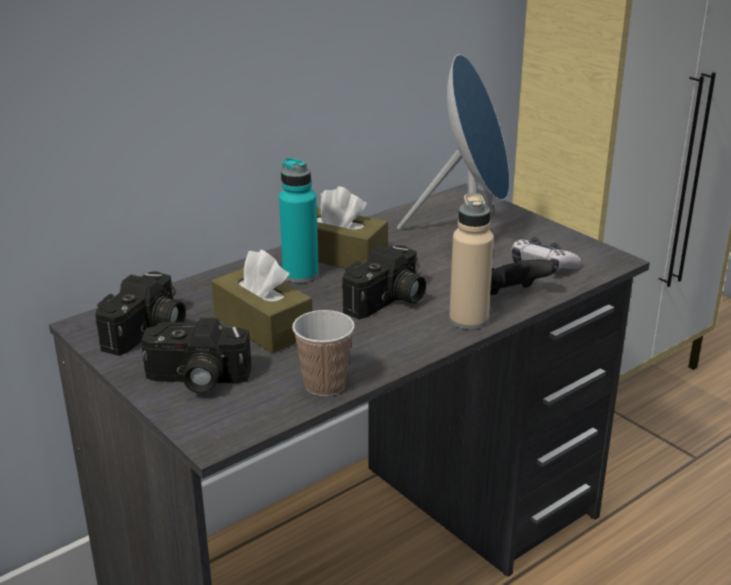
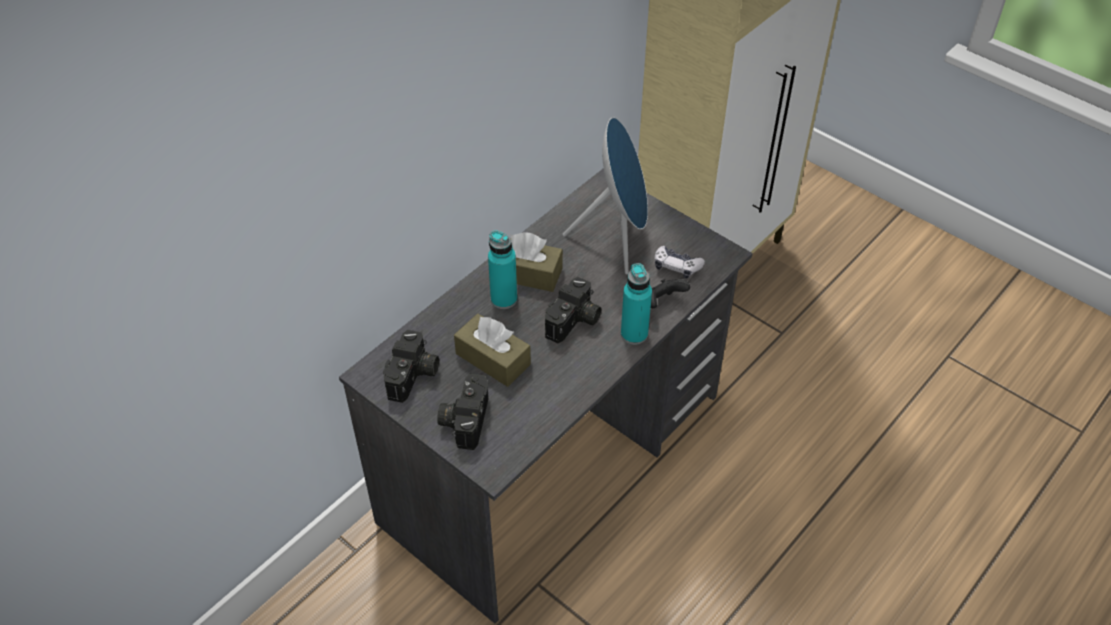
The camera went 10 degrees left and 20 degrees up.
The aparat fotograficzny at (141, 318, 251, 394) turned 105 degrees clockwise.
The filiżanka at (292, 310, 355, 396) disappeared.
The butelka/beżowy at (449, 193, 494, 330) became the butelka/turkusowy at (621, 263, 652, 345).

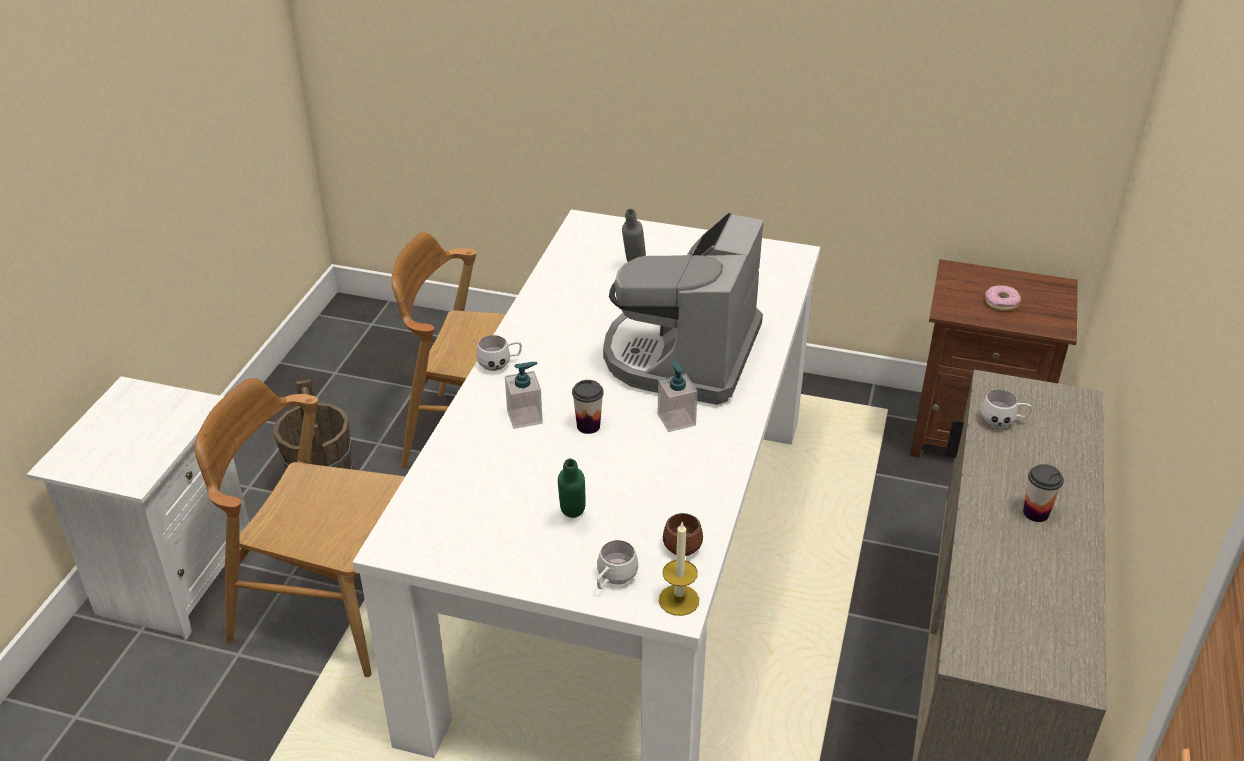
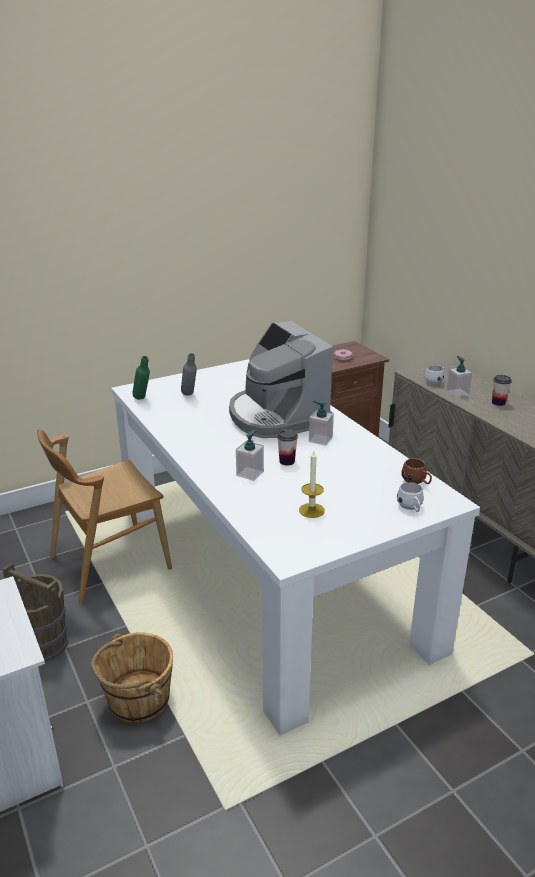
The camera went 45 degrees left and 10 degrees down.
The krzesło/brązowy at (195, 378, 405, 677) was replaced by the wiadro/brązowy at (91, 632, 173, 723).
The kubek/biały at (476, 335, 522, 371) disappeared.
The butelka/zielony moved from (558, 458, 586, 518) to (132, 356, 150, 400).
The świeca moved from (659, 523, 699, 616) to (299, 451, 325, 518).
The dozownik mydła at (446, 356, 473, 397) appeared.

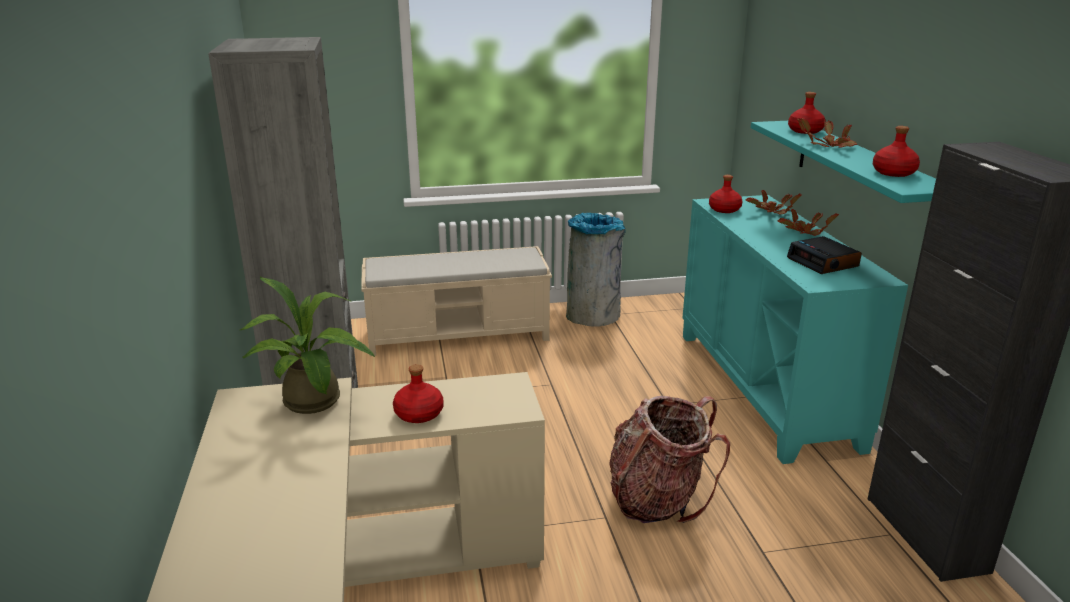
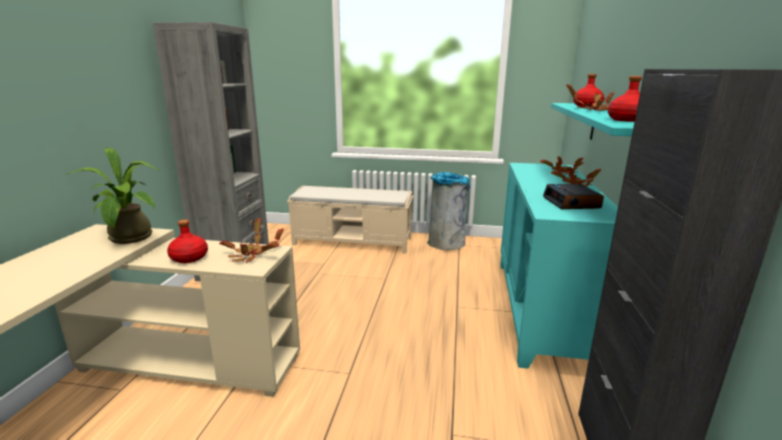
The camera went 20 degrees right and 5 degrees down.
The plecak at (609, 396, 730, 523) disappeared.
The butelka/czerwony at (709, 175, 742, 213) disappeared.
The roślina doniczkowa at (219, 218, 284, 263) appeared.

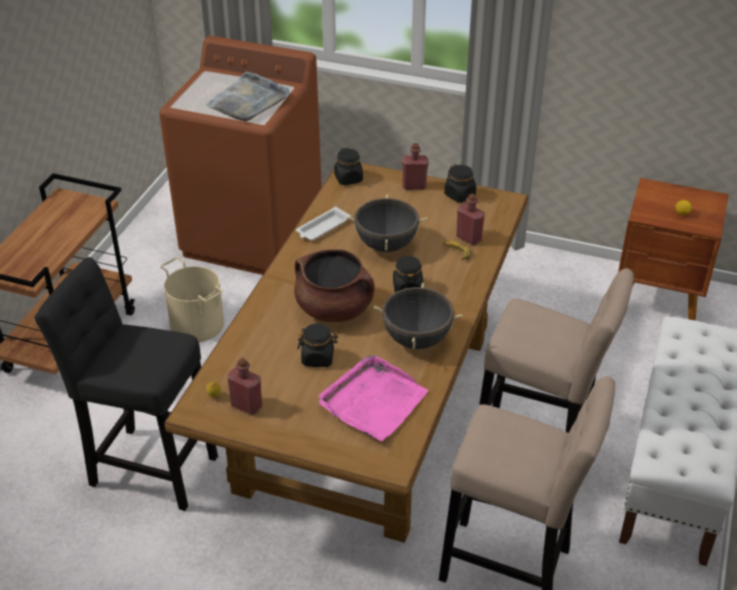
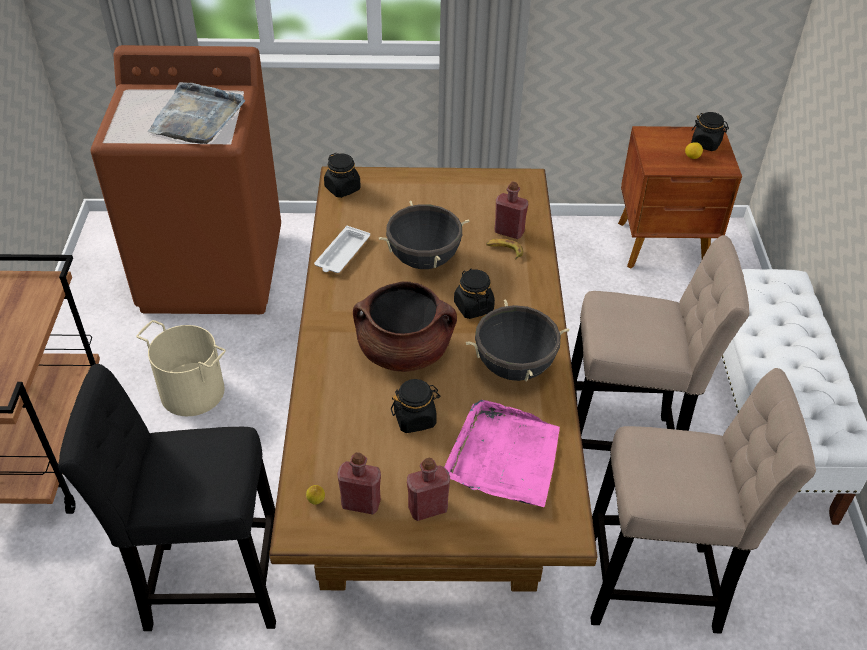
The camera went 20 degrees left and 5 degrees up.
The butelka/czerwony moved from (402, 143, 429, 190) to (407, 458, 450, 521).
The słoik/czarny moved from (444, 164, 476, 203) to (691, 112, 729, 151).

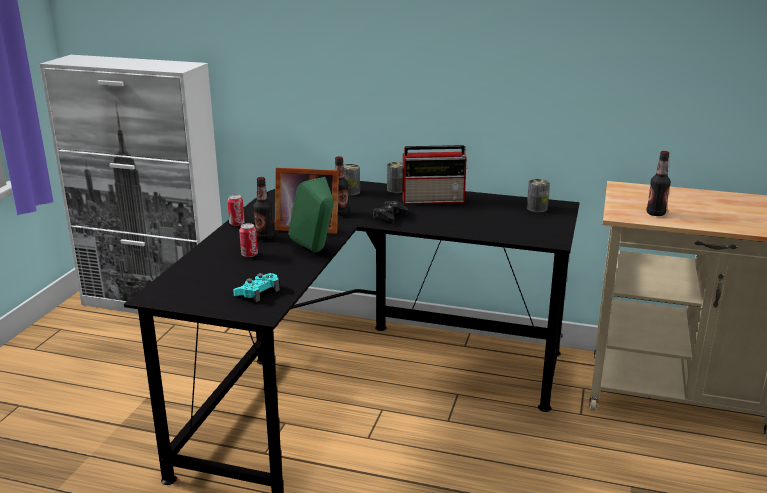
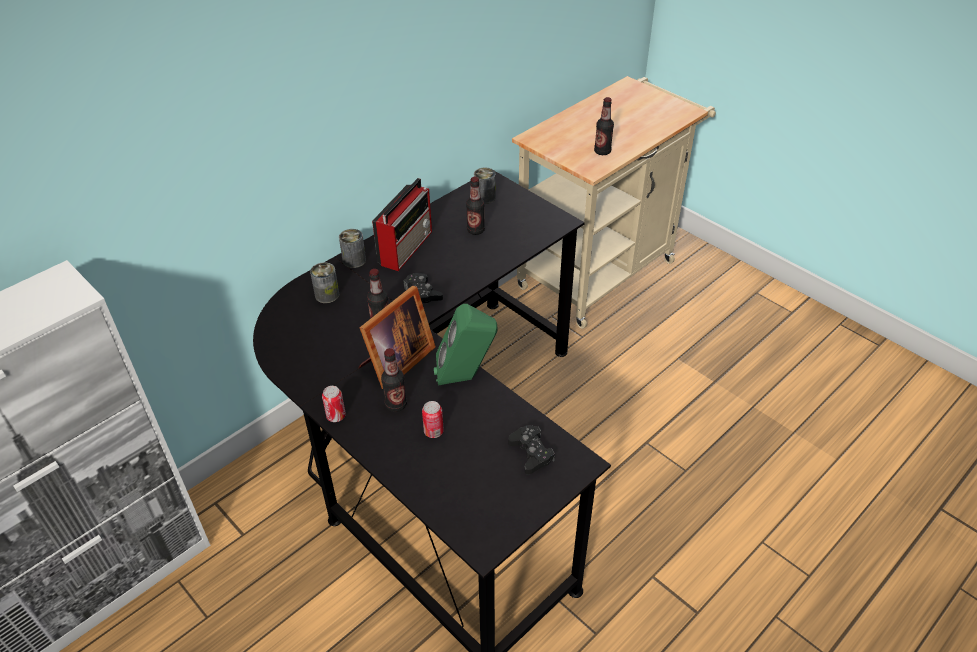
The camera went 60 degrees left and 20 degrees up.
The pad do gier/turkusowy at (233, 273, 280, 302) became the pad do gier/czarny at (508, 425, 555, 474).
The butelka at (466, 177, 485, 235) appeared.

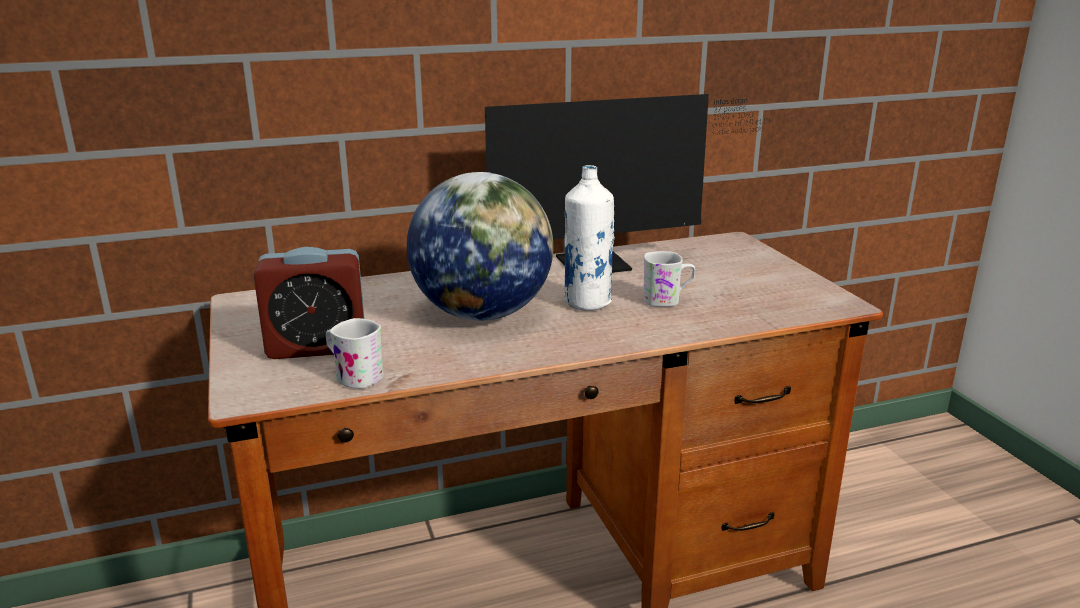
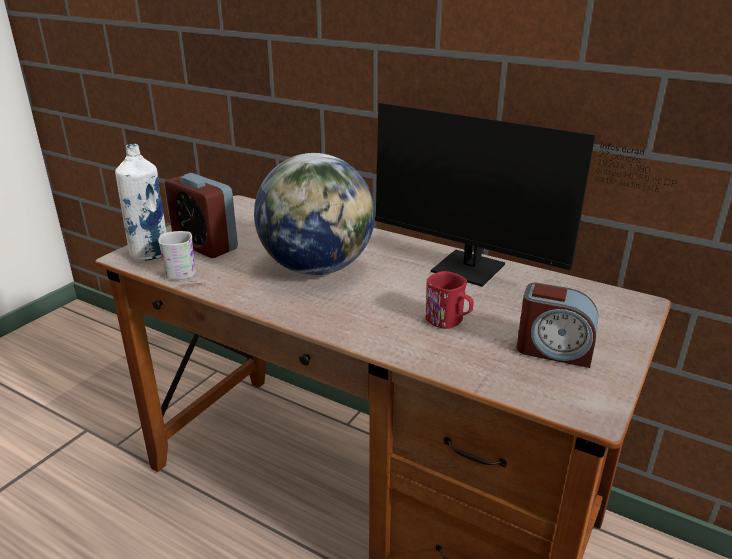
The camera went 50 degrees right and 5 degrees up.
The butelka/biały moved from (565, 165, 615, 311) to (115, 144, 166, 261).
The kubek/biały at (643, 251, 695, 307) became the kubek/czerwony at (426, 271, 474, 329).
The budzik at (517, 283, 598, 368) appeared.

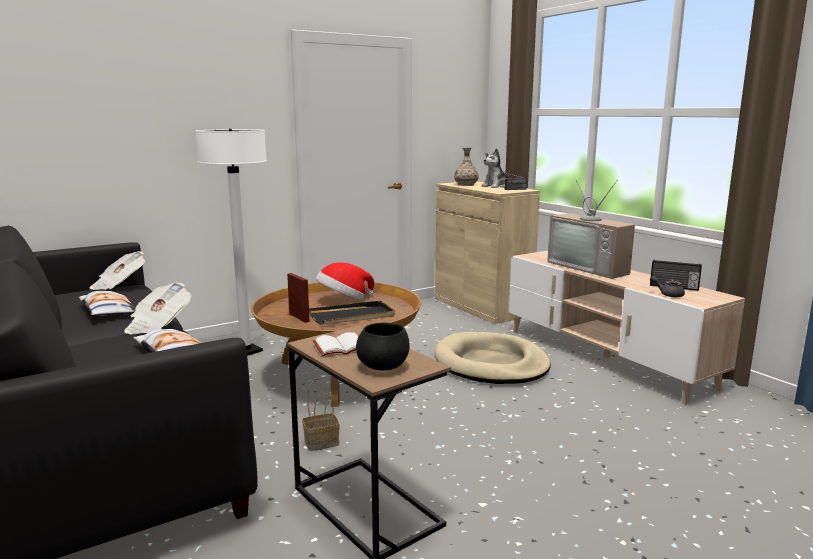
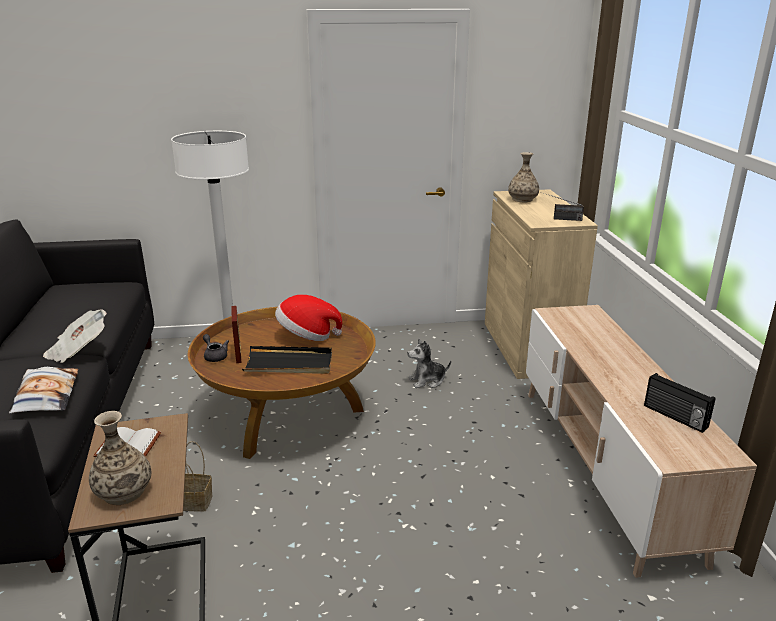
The camera went 25 degrees right and 10 degrees up.
The poduszka at (79, 291, 136, 316) disappeared.
The gazeta at (90, 251, 145, 290) disappeared.
The miska/czarny at (356, 323, 410, 370) was replaced by the wazon at (89, 411, 151, 505).
The legowisko/beżowy at (434, 332, 551, 384) disappeared.
The pluszak moved from (482, 149, 509, 188) to (407, 339, 451, 388).
The telewizor at (548, 176, 635, 279) disappeared.
The imbryk/szary moved from (650, 276, 685, 297) to (203, 334, 229, 362).

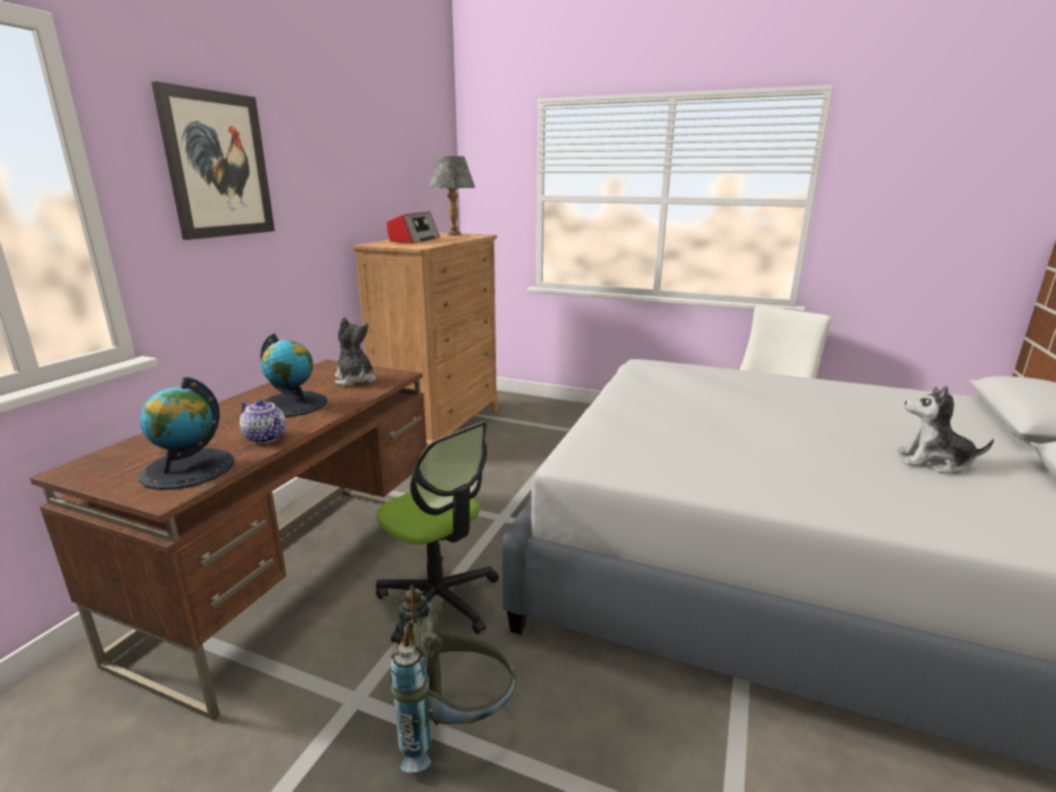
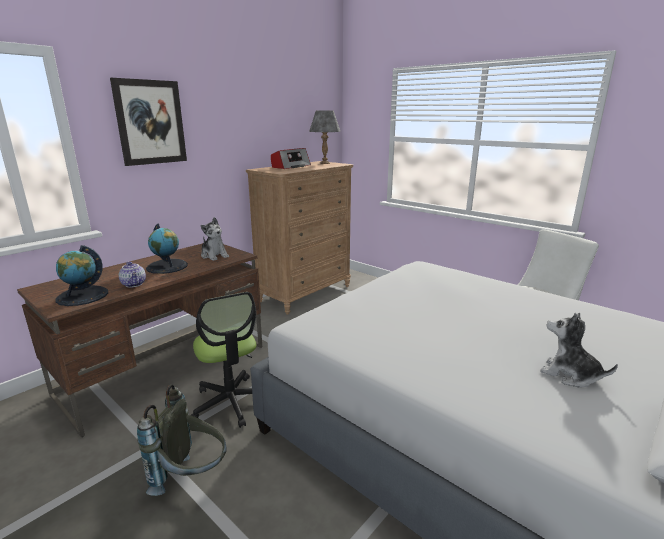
The camera went 20 degrees right and 0 degrees up.
The pluszak at (335, 317, 376, 386) turned 150 degrees clockwise.

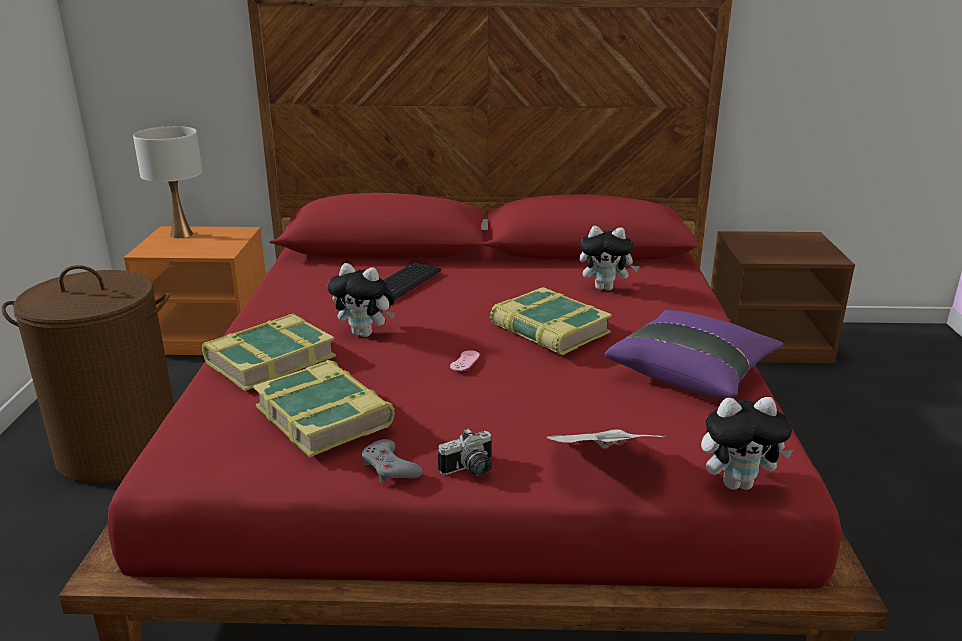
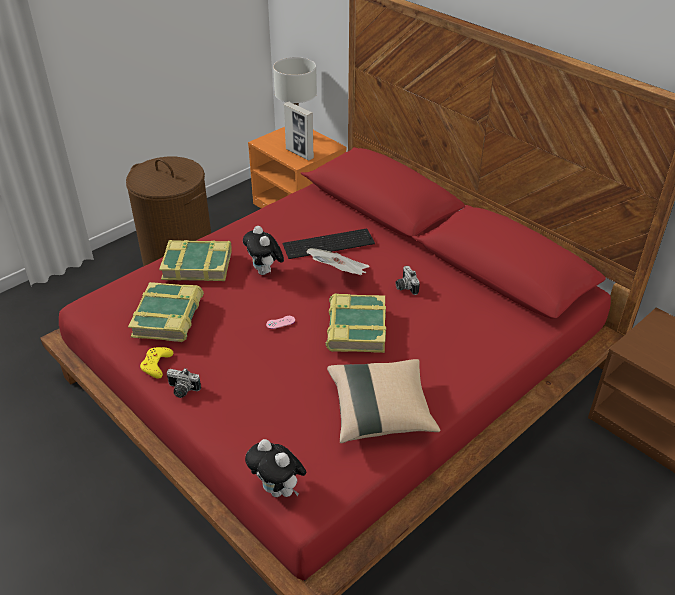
The camera went 45 degrees right and 15 degrees up.
The pad do gier/szary at (362, 439, 423, 482) became the pad do gier/żółty at (140, 347, 173, 379).
The gazeta moved from (547, 429, 664, 449) to (307, 248, 369, 275).
The pluszak at (579, 226, 640, 291) disappeared.
The poduszka/fioletowy at (605, 310, 783, 398) became the poduszka/beżowy at (327, 359, 440, 443).
The ramka na zdjęcie at (284, 102, 314, 160) appeared.
The aparat fotograficzny at (396, 266, 420, 295) appeared.

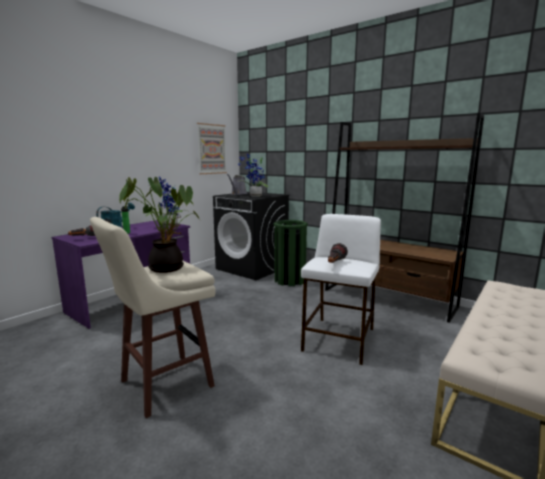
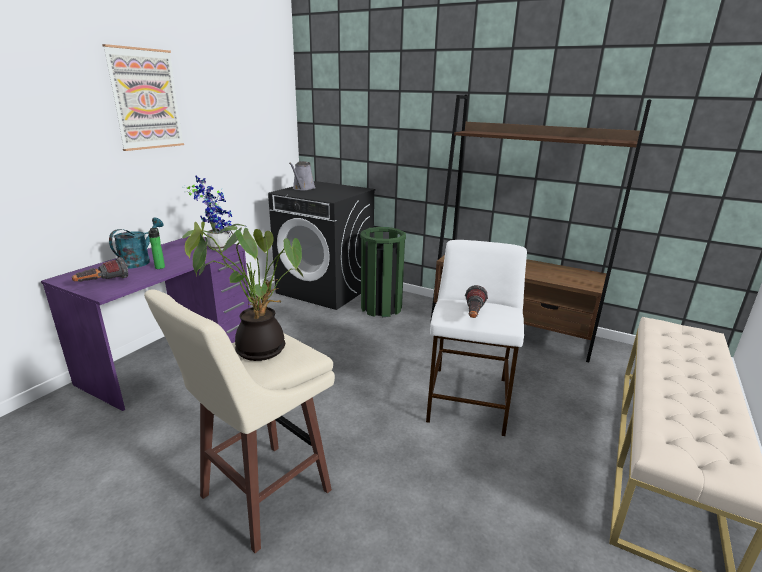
The camera went 10 degrees left and 10 degrees up.
The obraz moved from (197, 123, 227, 174) to (102, 44, 184, 151).
The roślina doniczkowa at (238, 154, 269, 197) disappeared.

